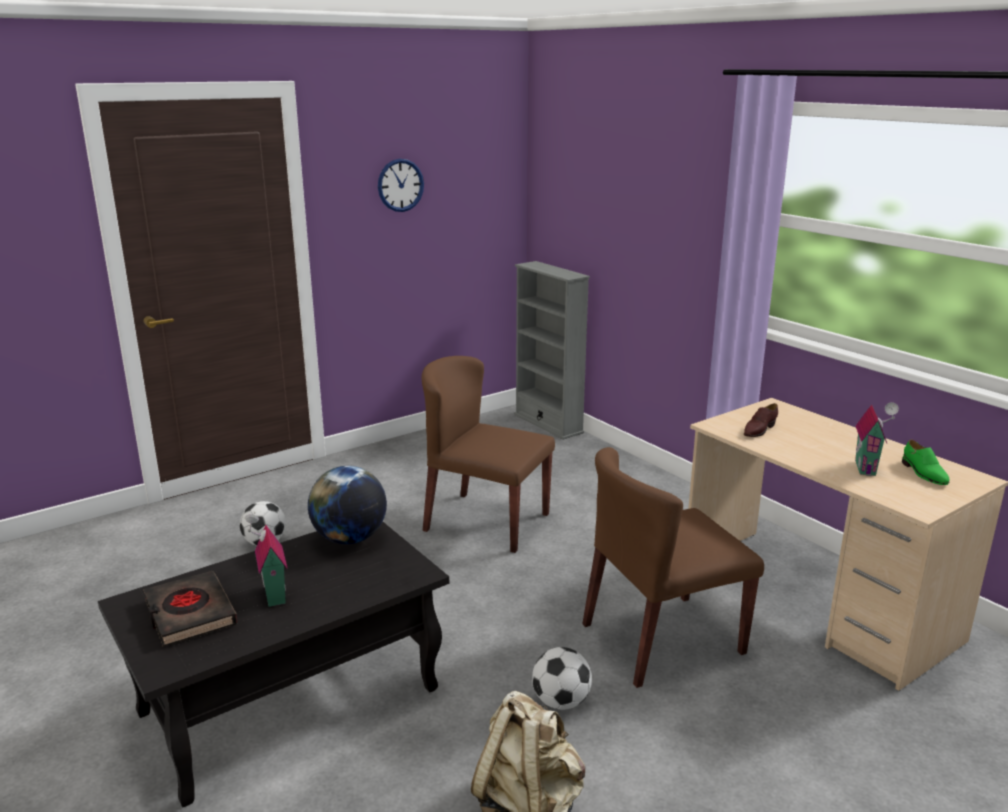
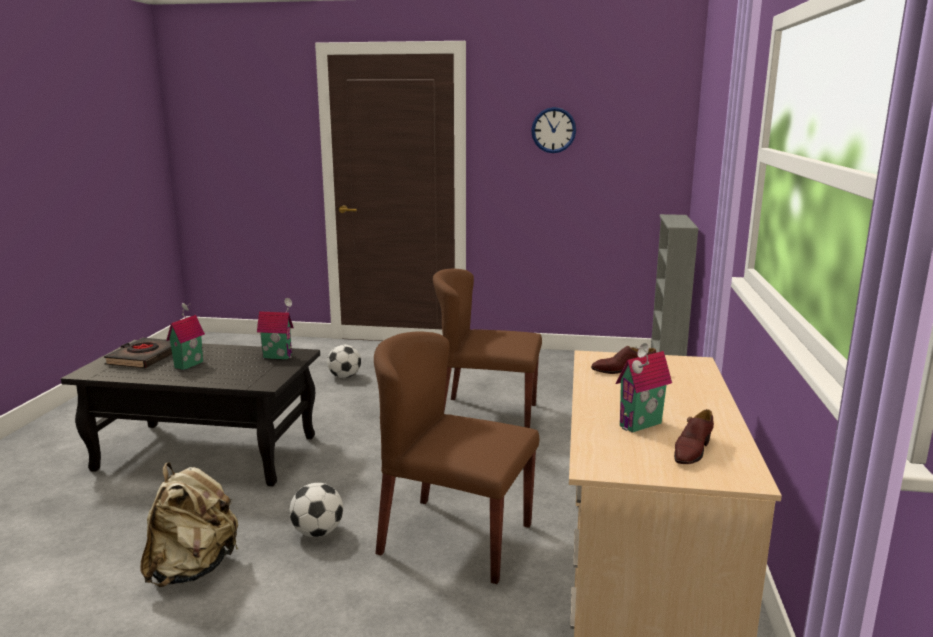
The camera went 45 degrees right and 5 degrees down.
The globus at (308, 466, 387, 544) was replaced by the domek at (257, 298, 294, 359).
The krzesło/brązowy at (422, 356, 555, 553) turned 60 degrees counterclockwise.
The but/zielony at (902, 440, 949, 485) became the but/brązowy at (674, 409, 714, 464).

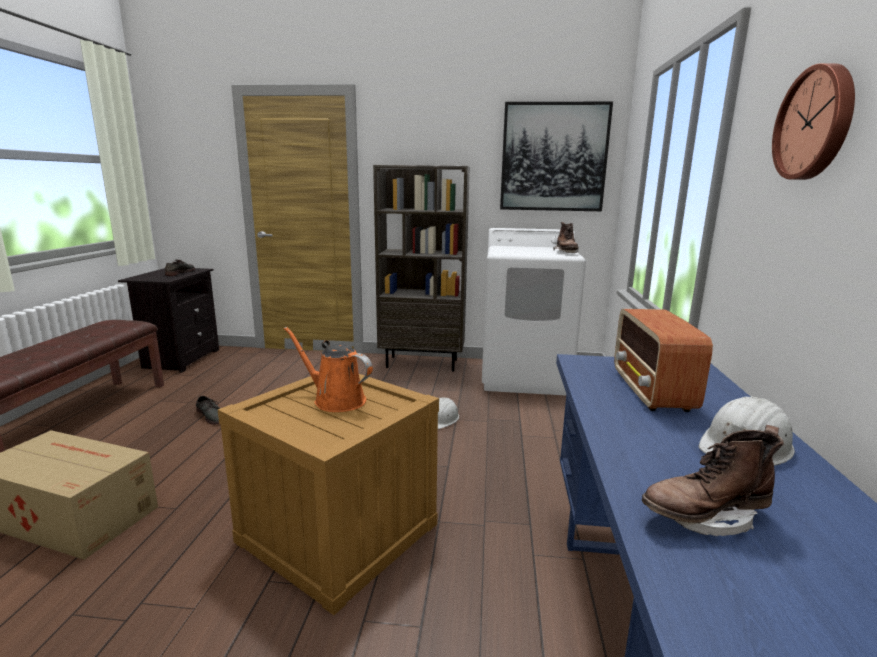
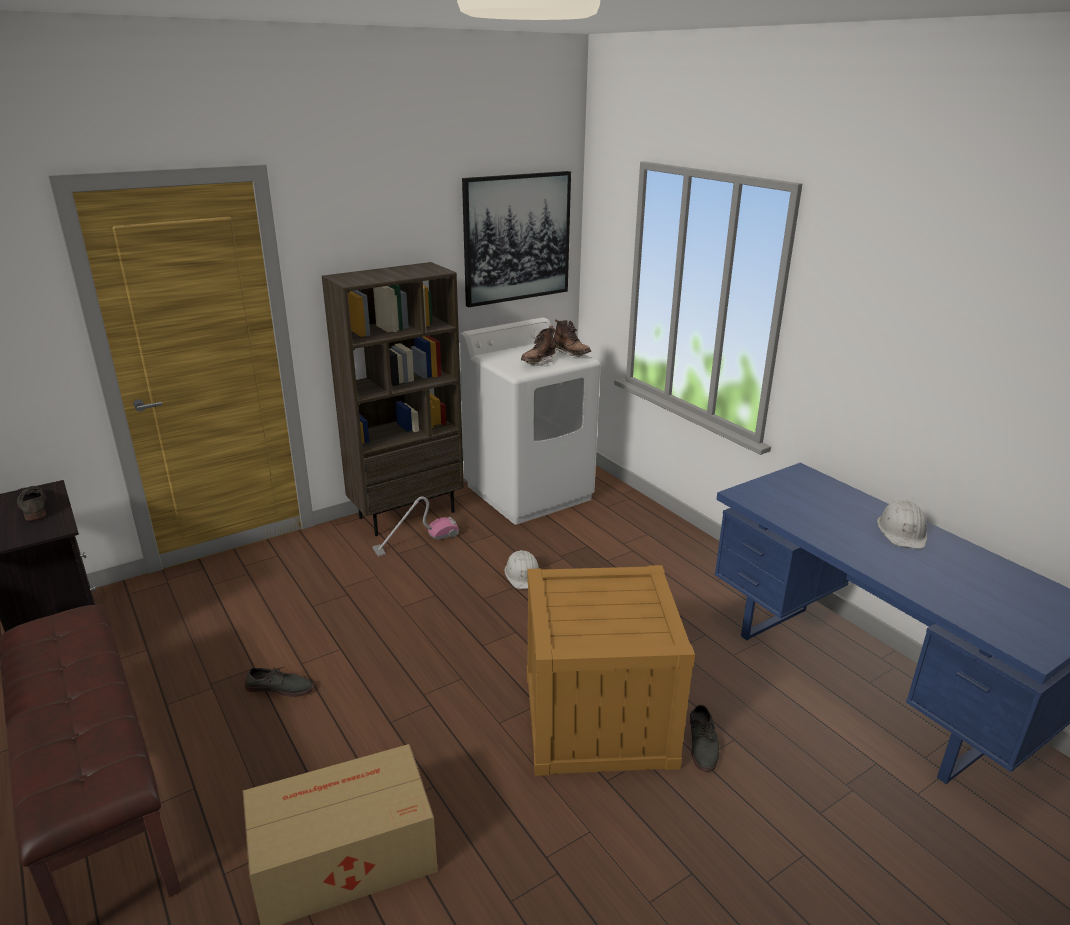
The camera went 40 degrees left and 10 degrees up.
The konewka/pomarańczowy at (284, 327, 373, 412) disappeared.
The radio at (614, 309, 713, 412) disappeared.
The but z cholewką/brązowy moved from (642, 425, 784, 536) to (521, 326, 556, 365).
The zegar ścienny at (772, 63, 855, 180) disappeared.
The odkurzacz at (373, 496, 459, 556) appeared.
The but/szary at (690, 705, 719, 772) appeared.

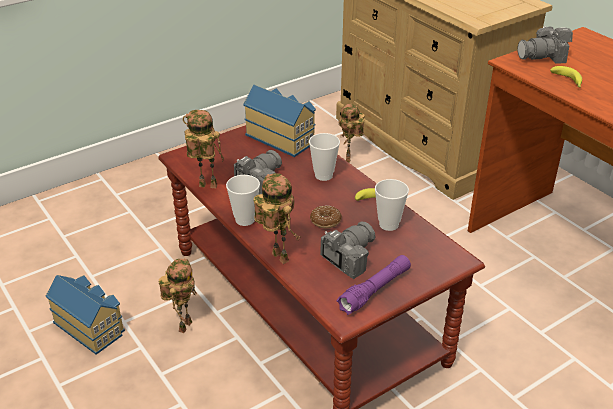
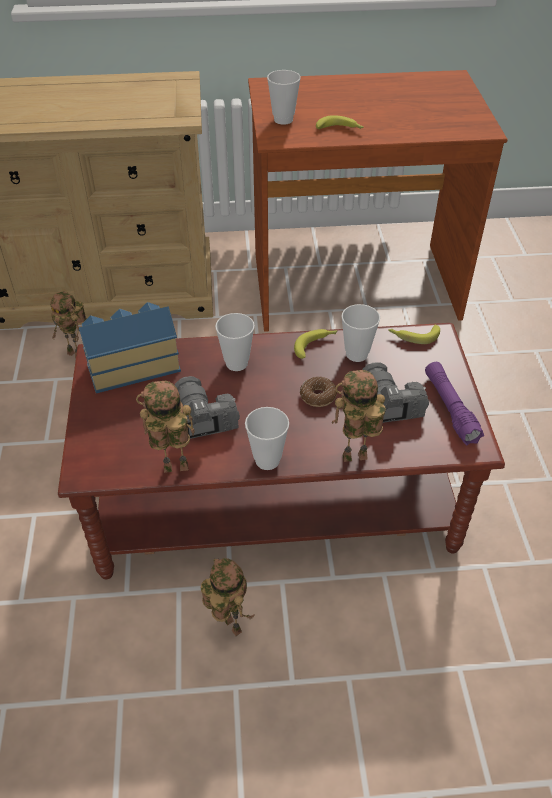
The camera went 60 degrees left and 10 degrees up.
The domek at (46, 275, 125, 355) disappeared.
The robot zabawkowy at (183, 110, 224, 188) turned 45 degrees clockwise.
The aparat fotograficzny at (518, 26, 573, 64) was replaced by the filiżanka at (267, 70, 301, 125).
The banan at (389, 325, 440, 344) appeared.

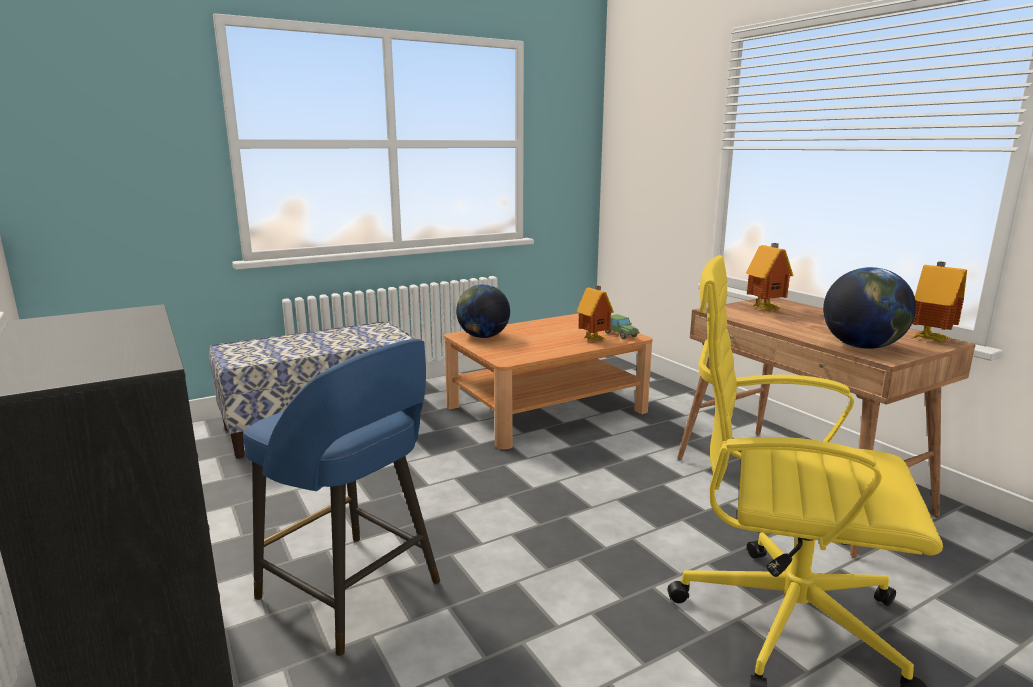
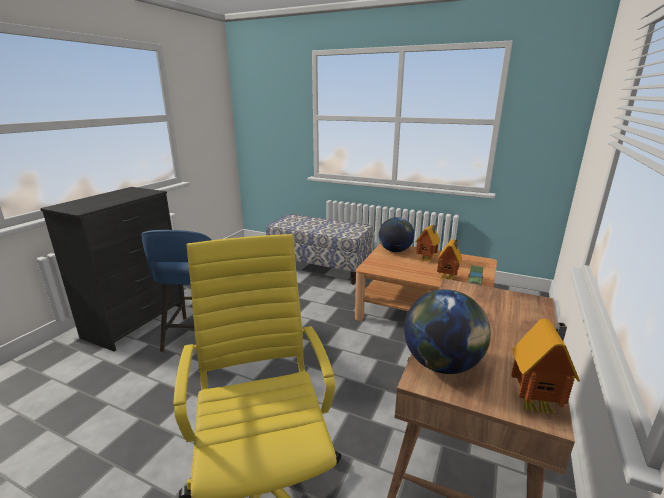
The camera went 55 degrees right and 5 degrees up.
The domek moved from (746, 243, 793, 310) to (416, 225, 440, 262).

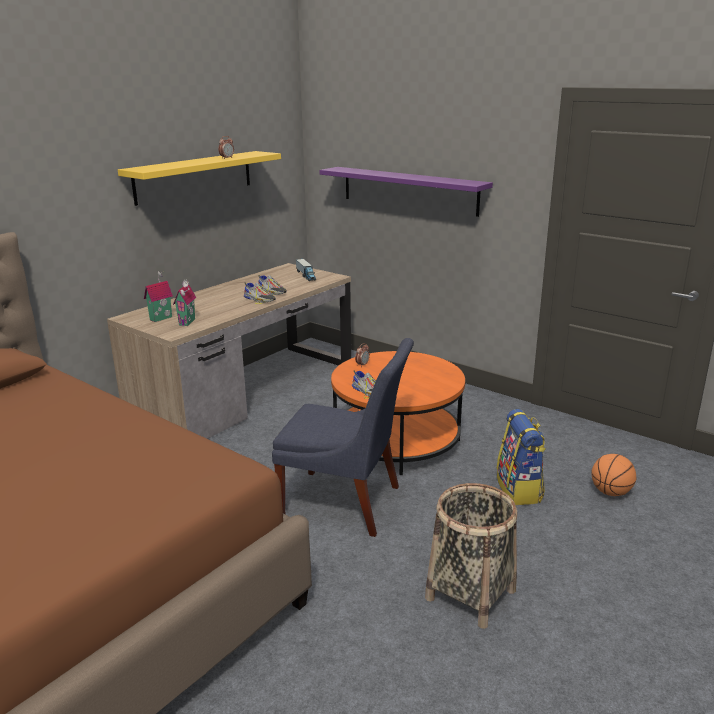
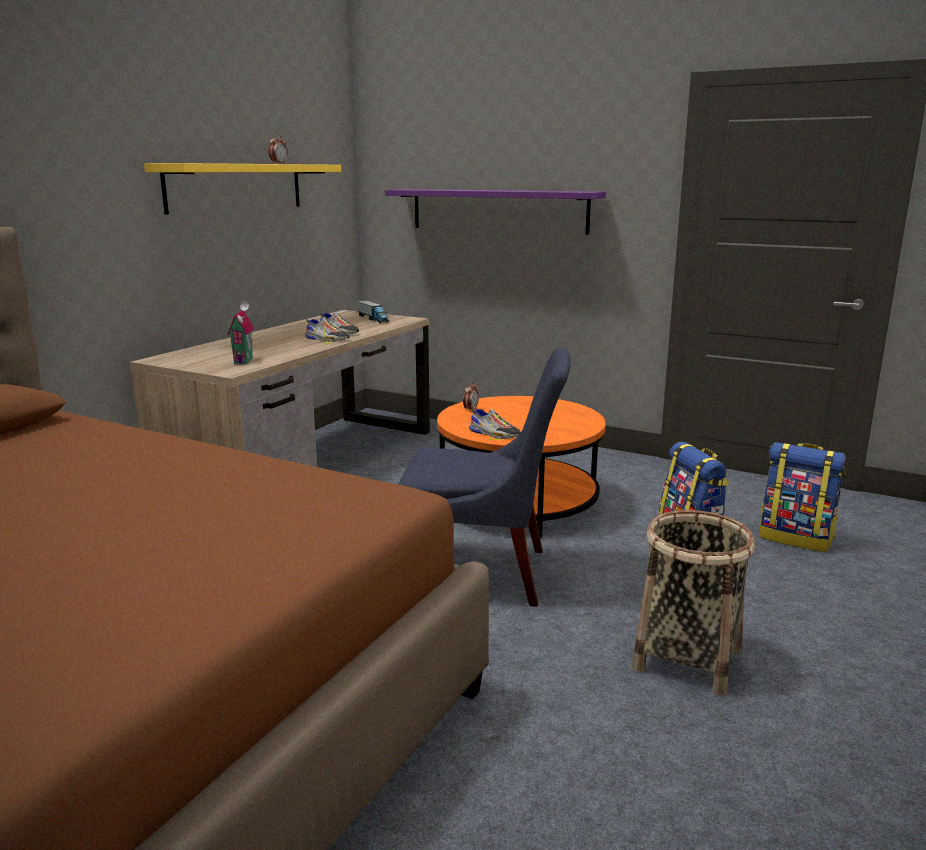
The camera went 10 degrees left and 5 degrees down.
The domek at (144, 271, 173, 322) disappeared.
The piłka do koszykówki at (591, 454, 636, 496) was replaced by the plecak at (759, 442, 846, 552).

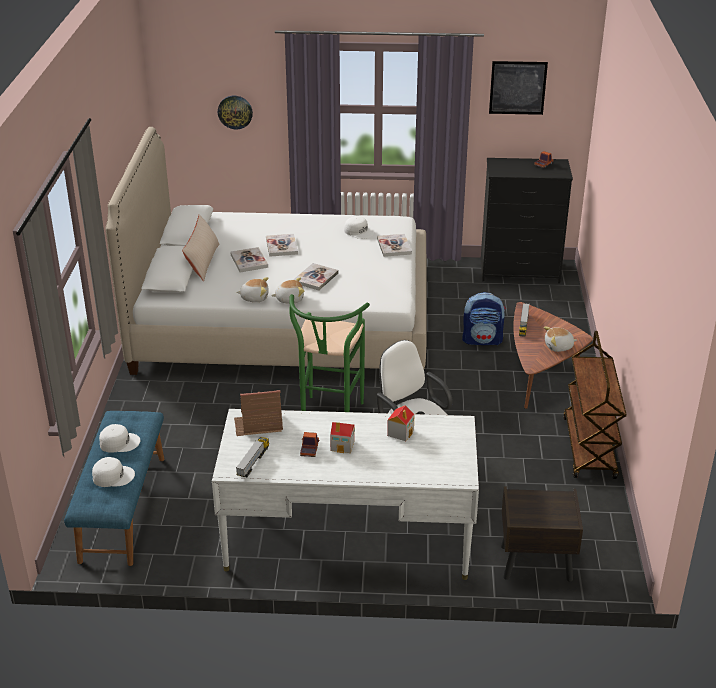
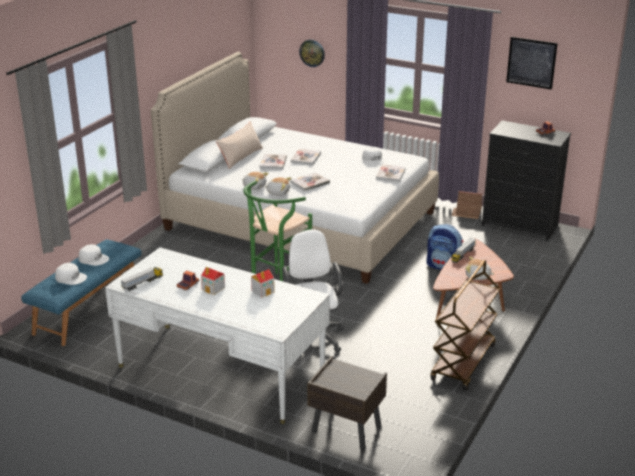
The camera went 25 degrees right and 5 degrees down.
The domek moved from (234, 390, 283, 436) to (451, 191, 482, 219).

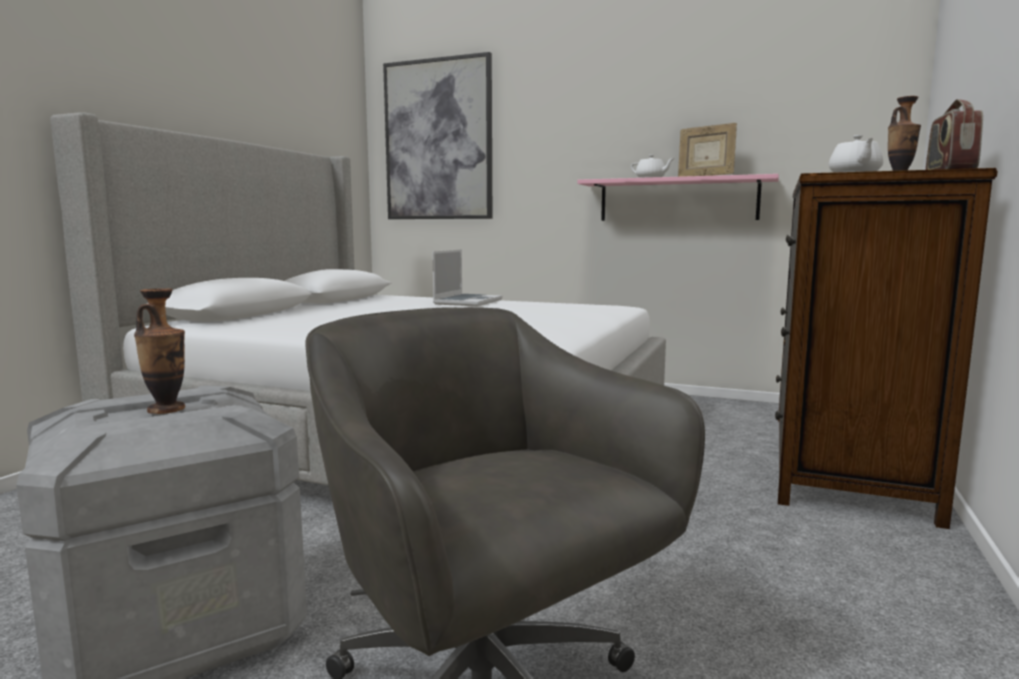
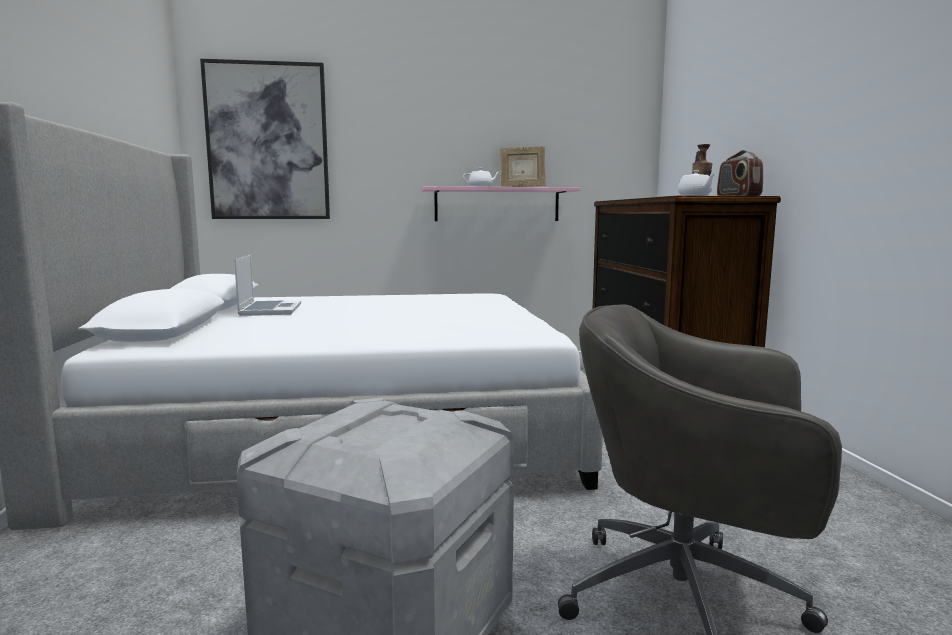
The camera went 30 degrees left and 0 degrees up.
The wazon at (134, 288, 185, 414) disappeared.
The laptop moved from (432, 250, 503, 306) to (234, 255, 301, 316).

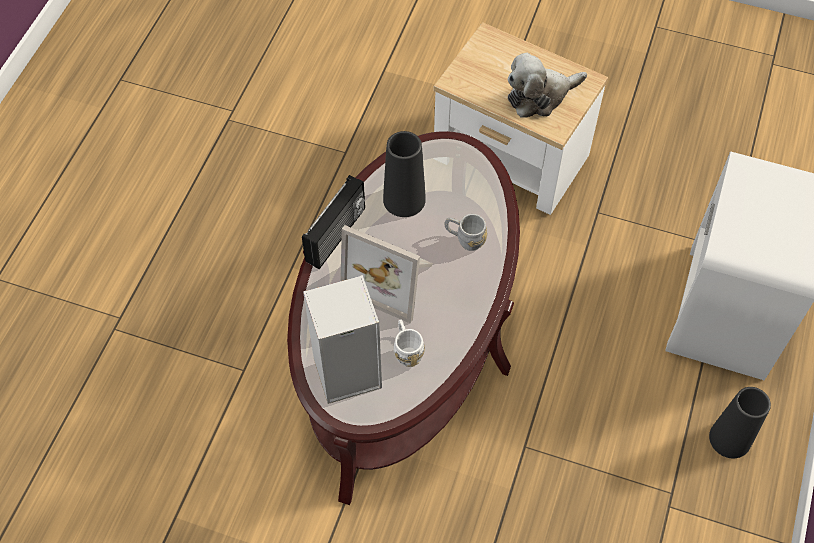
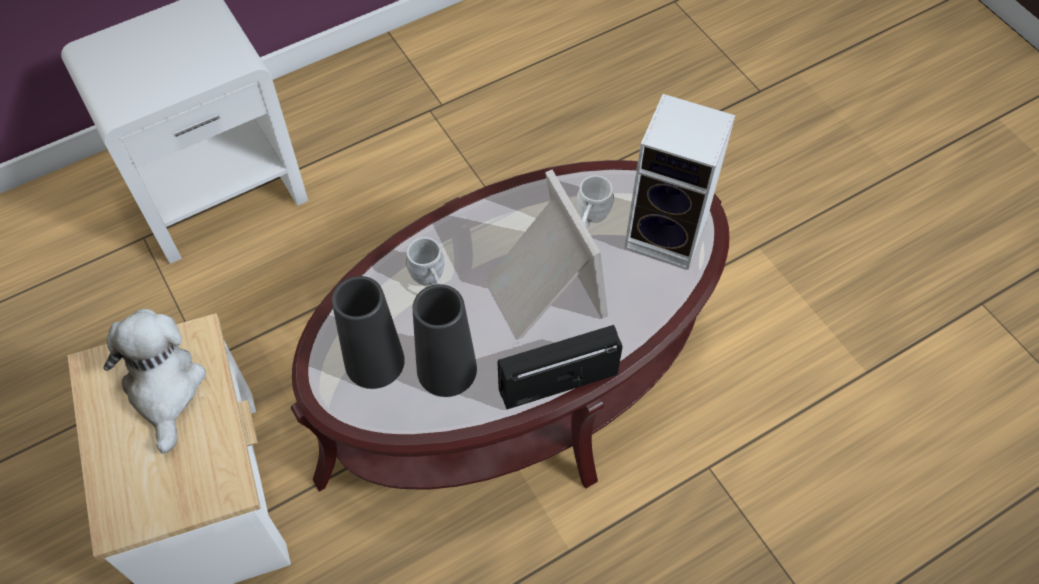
The camera went 140 degrees left and 0 degrees up.
The pluszak at (508, 53, 587, 118) turned 120 degrees counterclockwise.
The wazon/czarny moved from (709, 387, 771, 458) to (332, 276, 405, 389).

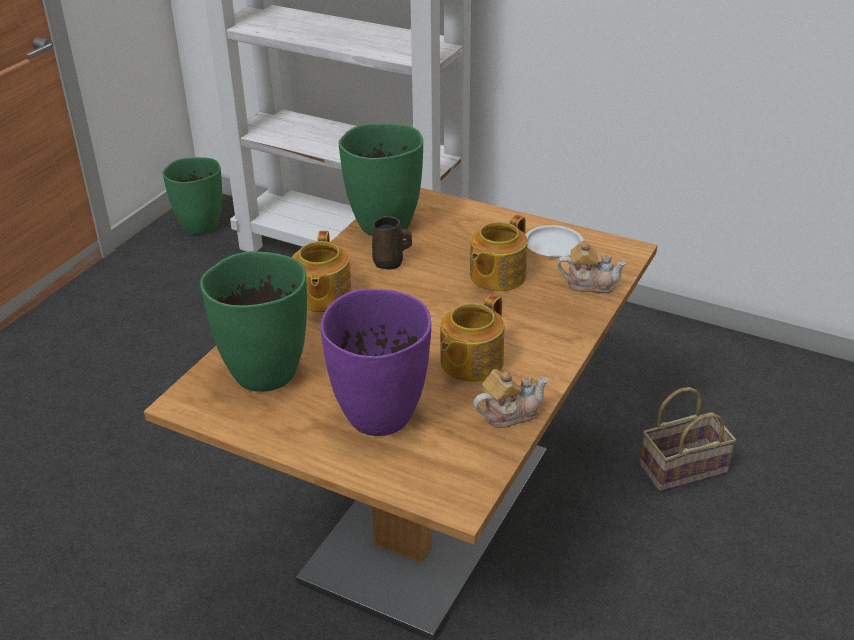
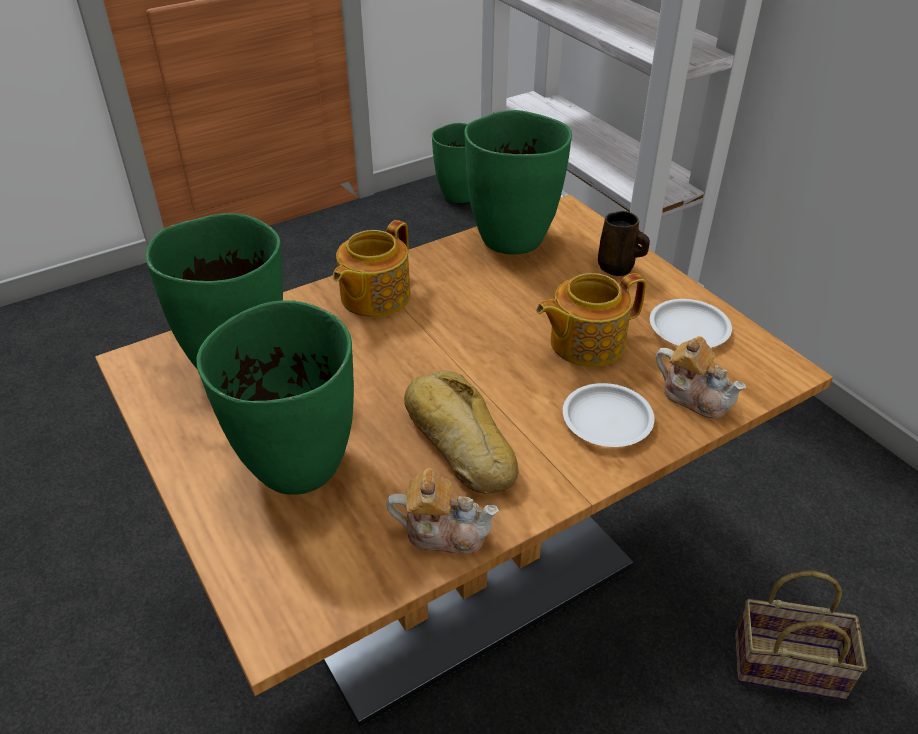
The camera went 30 degrees right and 5 degrees up.
The wazon/fioletowy at (320, 289, 431, 436) became the wazon/zielony at (196, 300, 354, 495).
The kubek/brązowy moved from (372, 216, 412, 270) to (598, 211, 650, 276).
The imbryk at (440, 294, 504, 382) was replaced by the chleb at (404, 371, 518, 494).
The talerz/biały at (563, 383, 655, 447) appeared.

